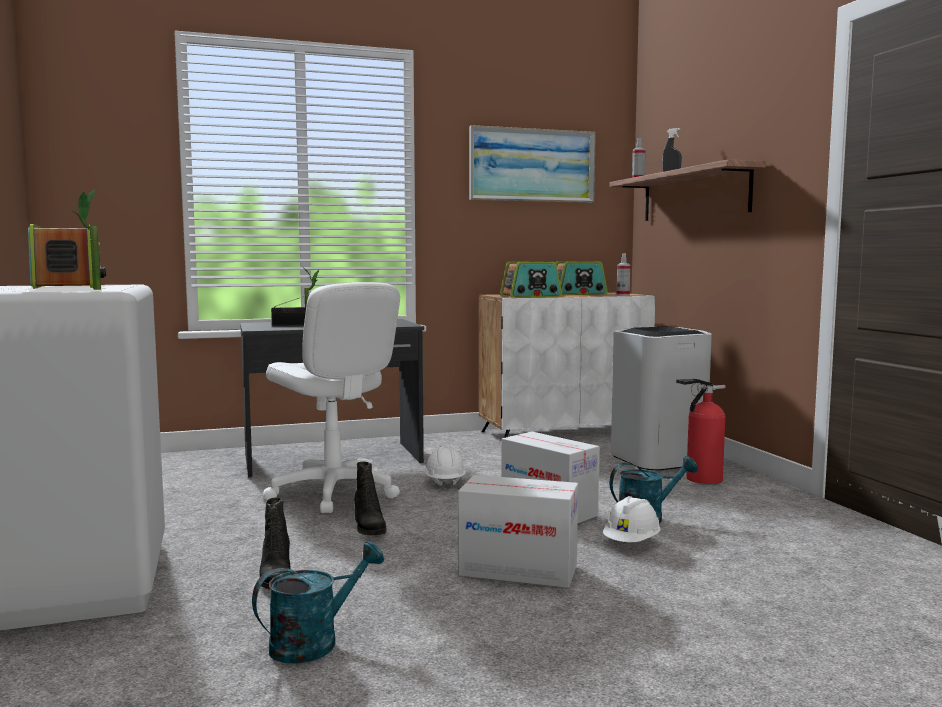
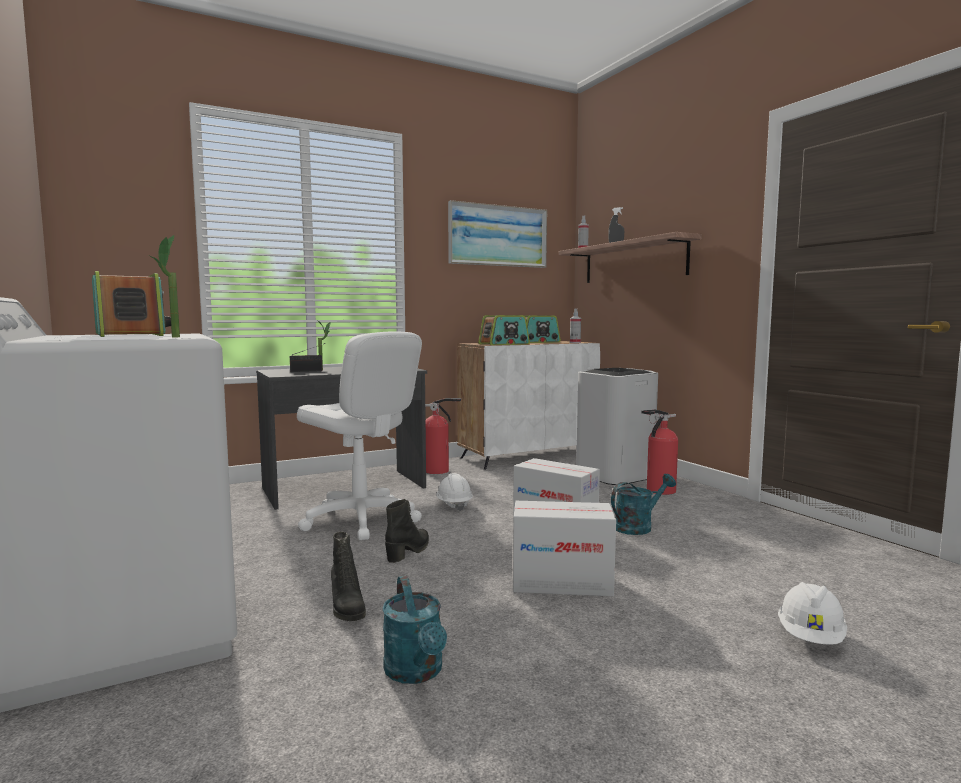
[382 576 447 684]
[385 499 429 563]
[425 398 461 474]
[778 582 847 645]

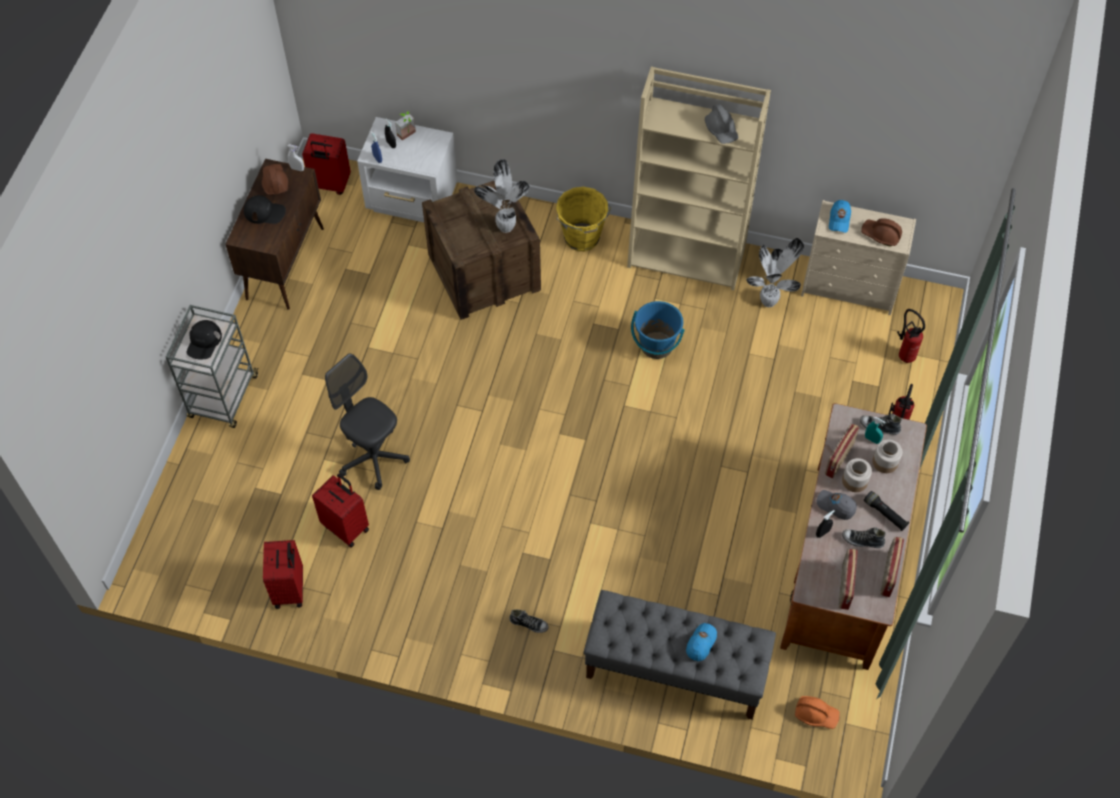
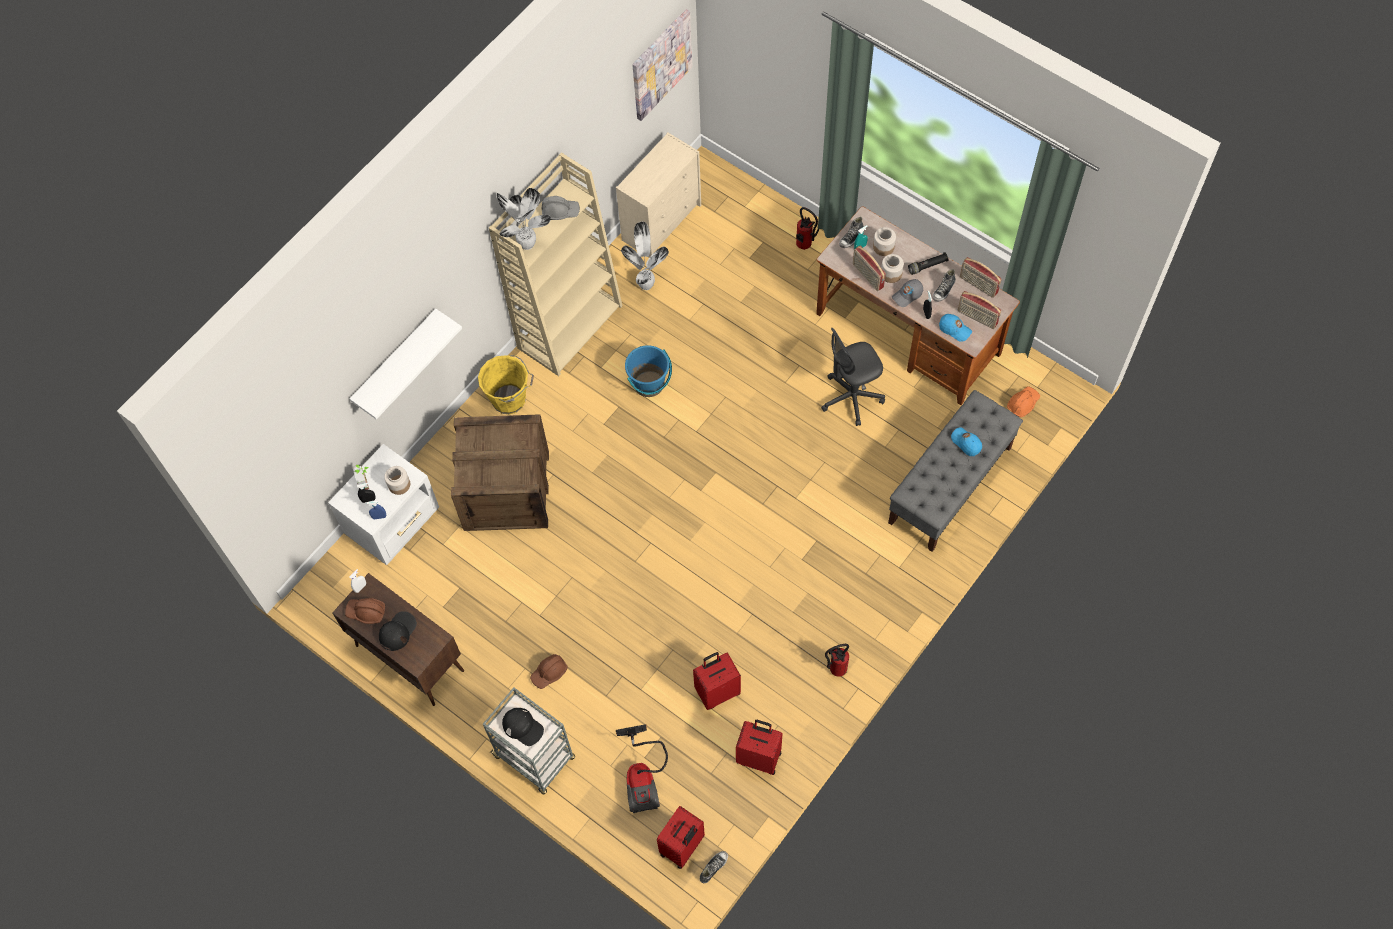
[350 309 462 419]
[384 466 410 495]
[497 188 551 250]
[530 654 568 689]
[616 724 668 813]
[632 9 692 121]
[657 806 705 869]
[700 851 728 883]
[821 328 885 426]
[825 644 849 677]
[939 314 972 342]

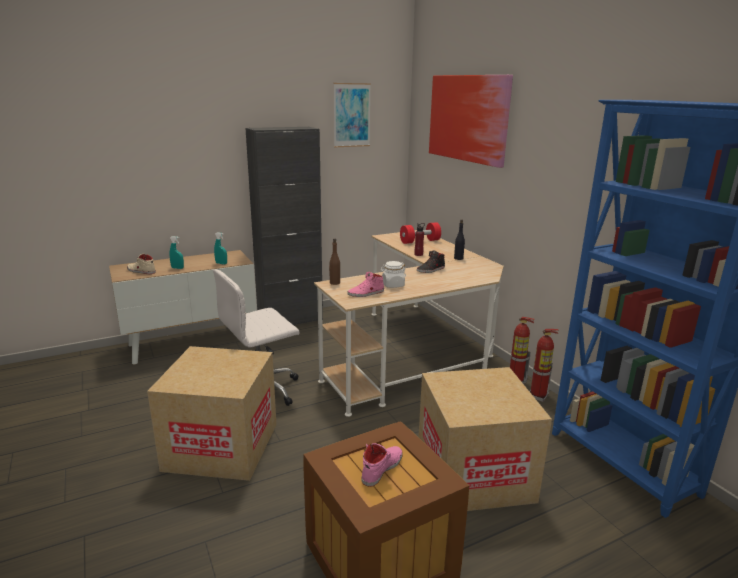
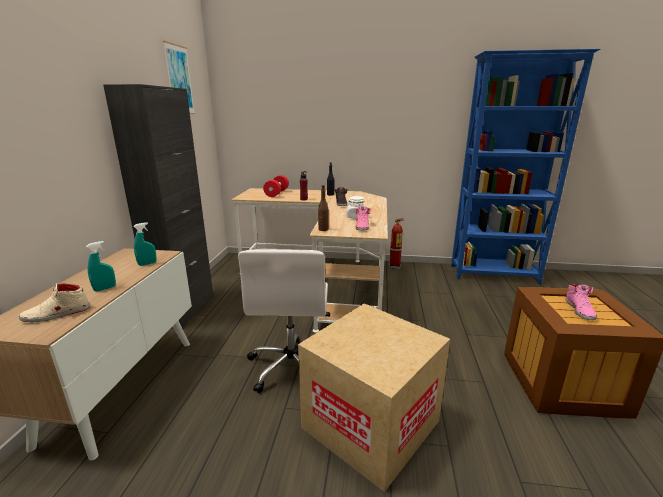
[565 284 597 320]
[419 367 552 511] (first image)
[429 75 513 168] (first image)
[529 329 559 402] (first image)

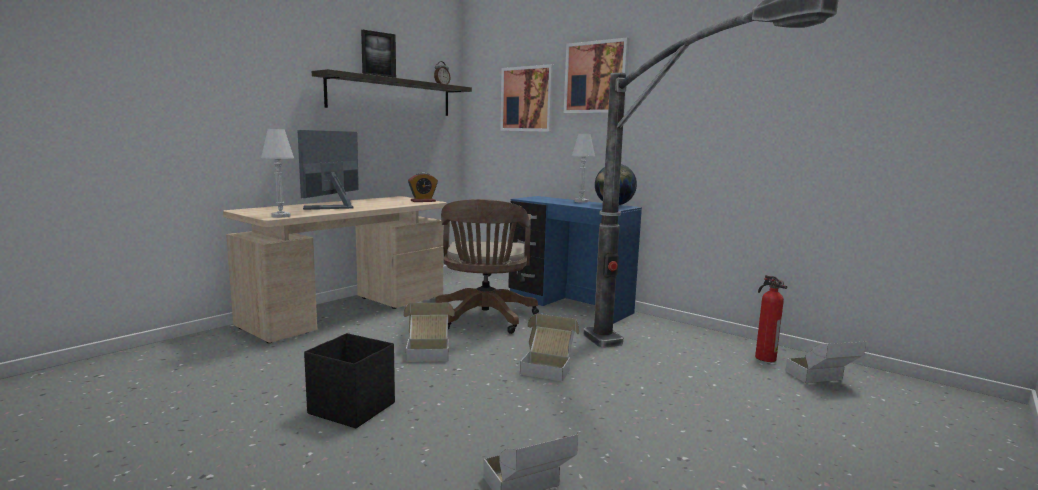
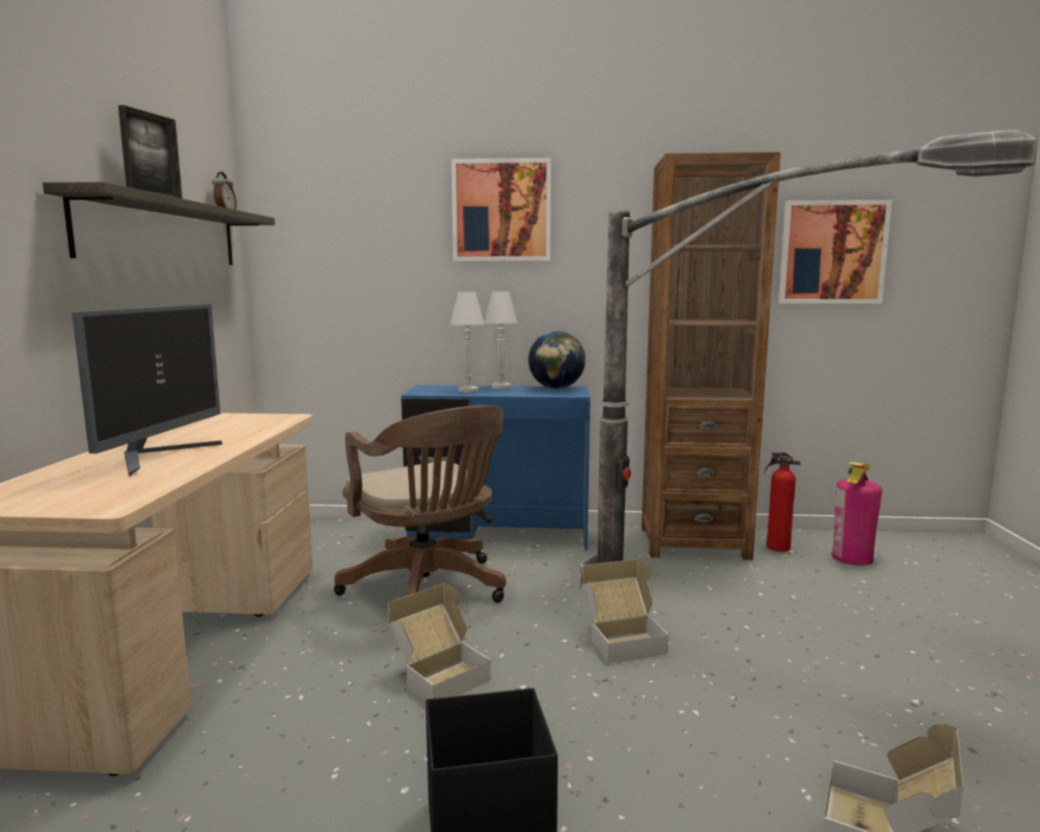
[72 304 222 477]
[450 291 485 393]
[641 152 781 560]
[778 200 892 304]
[832 462 882 566]
[408 172 438 202] (first image)

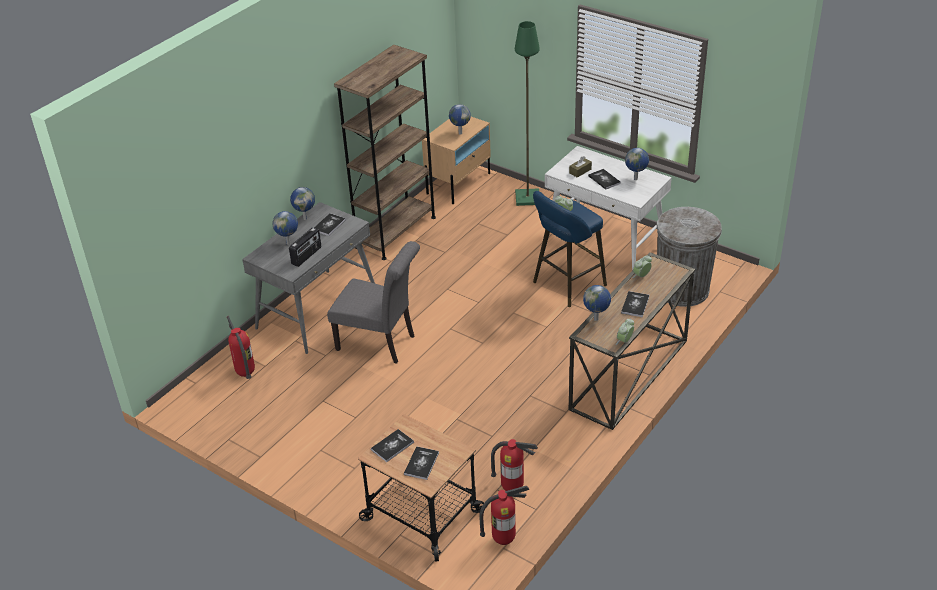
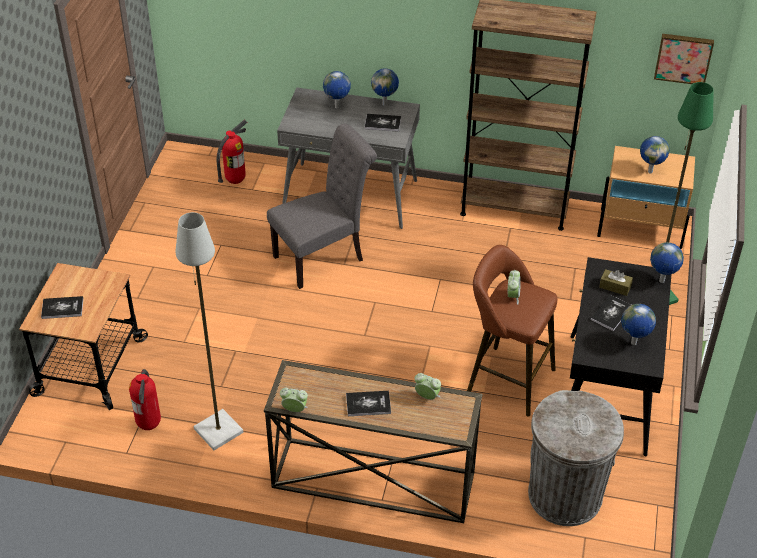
[176 212 243 450]
[267 124 377 289]
[467 245 558 417]
[570 257 671 456]
[650 242 684 283]
[654 34 714 84]
[289 227 321 267] (first image)
[371 429 414 462] (first image)
[479 486 529 545] (first image)

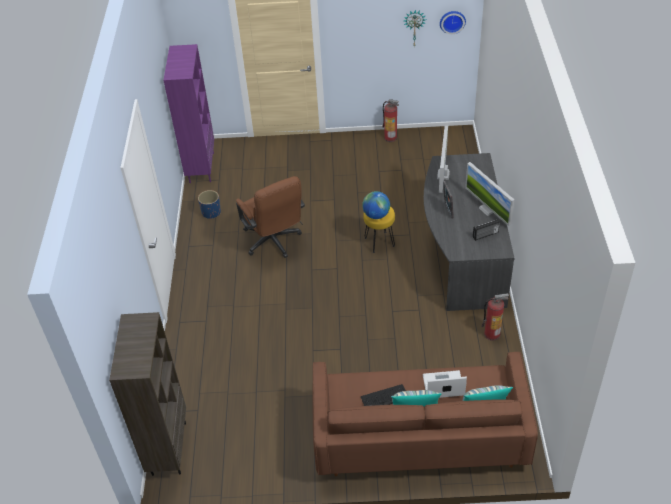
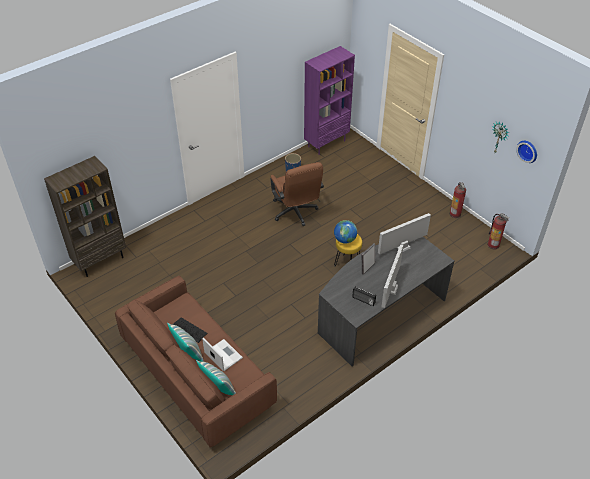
[270 162 324 226]
[487 213 510 250]

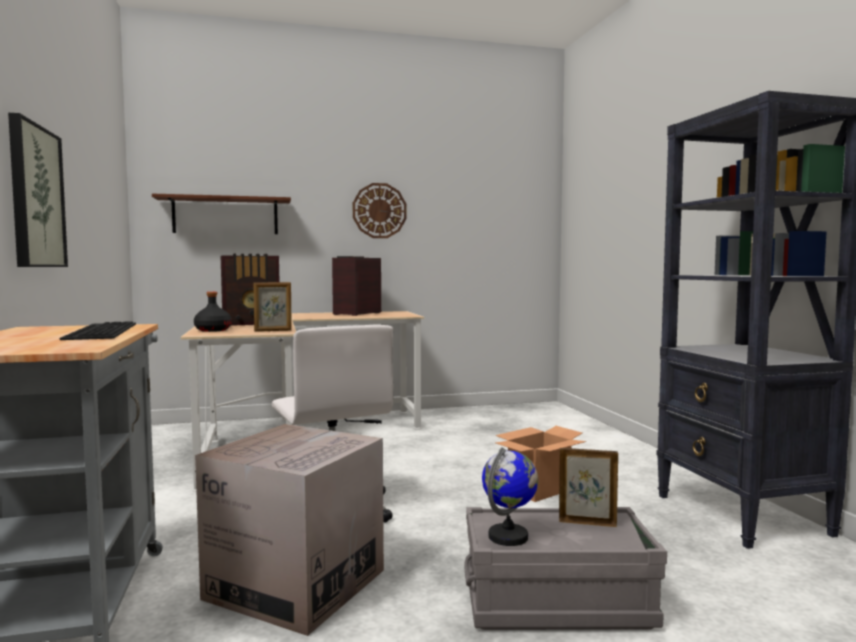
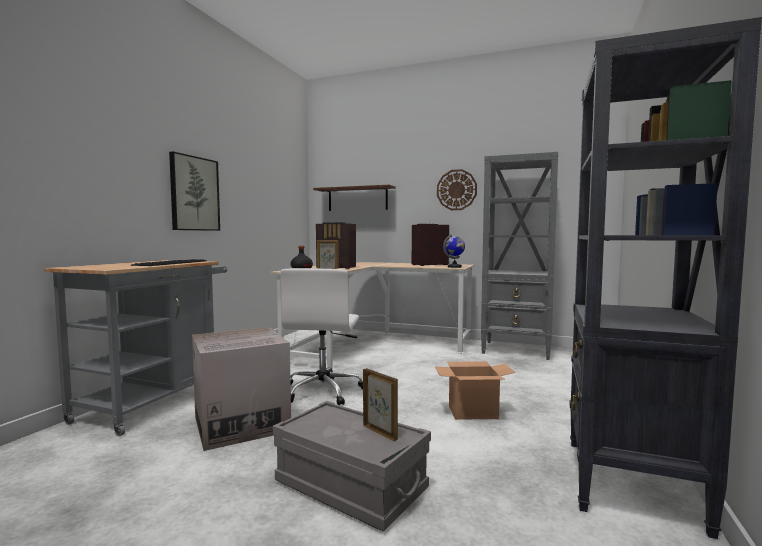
[443 234 465 268]
[481 152 558 360]

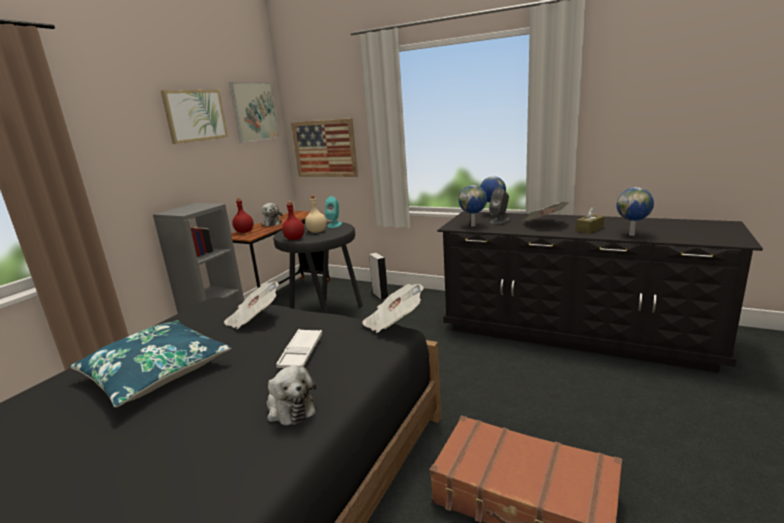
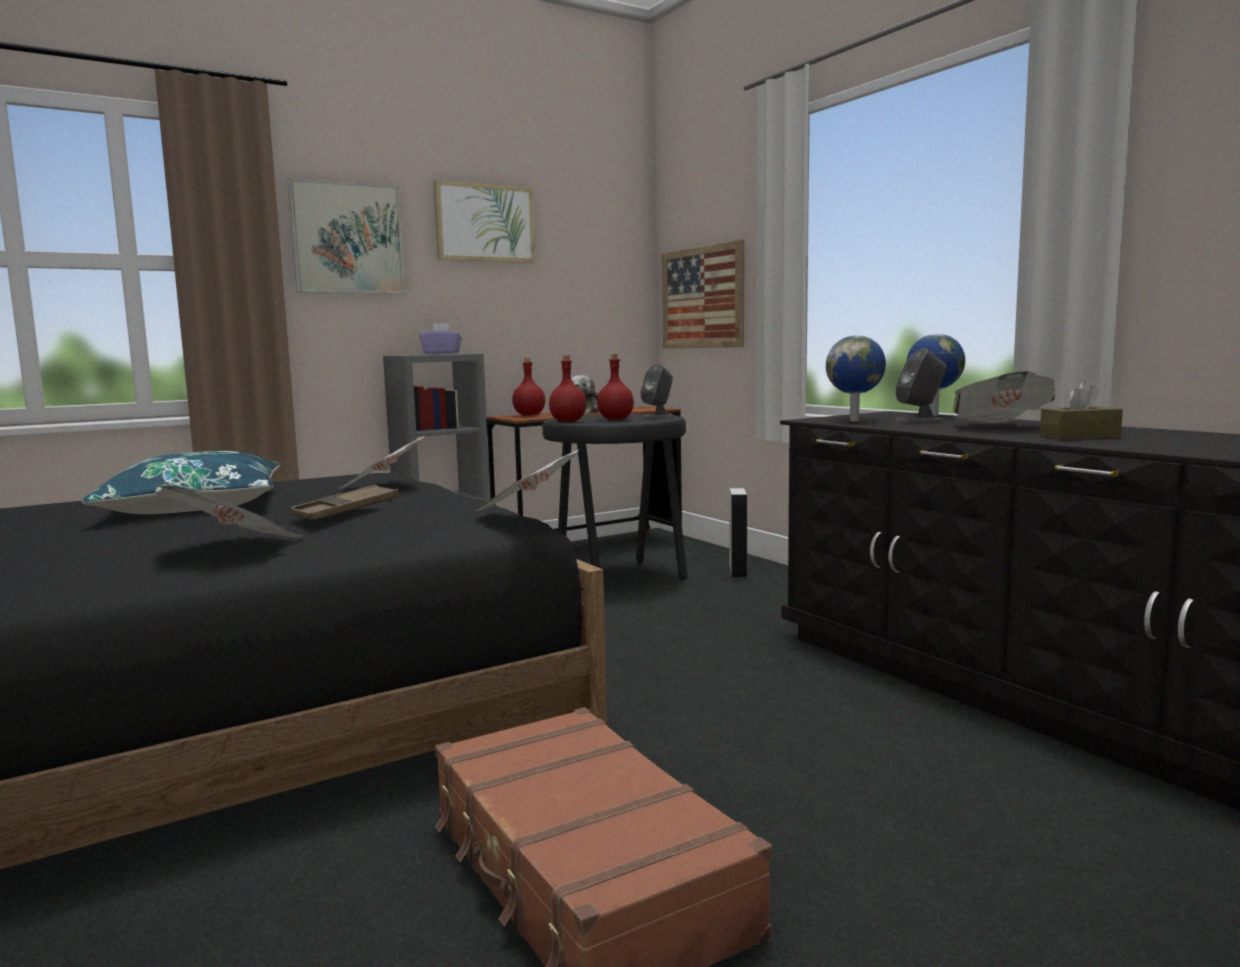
[156 485 304 537]
[287 178 405 294]
[290 485 399 520]
[419 323 462 354]
[597 354 634 420]
[641 364 674 418]
[617 187 654 236] (first image)

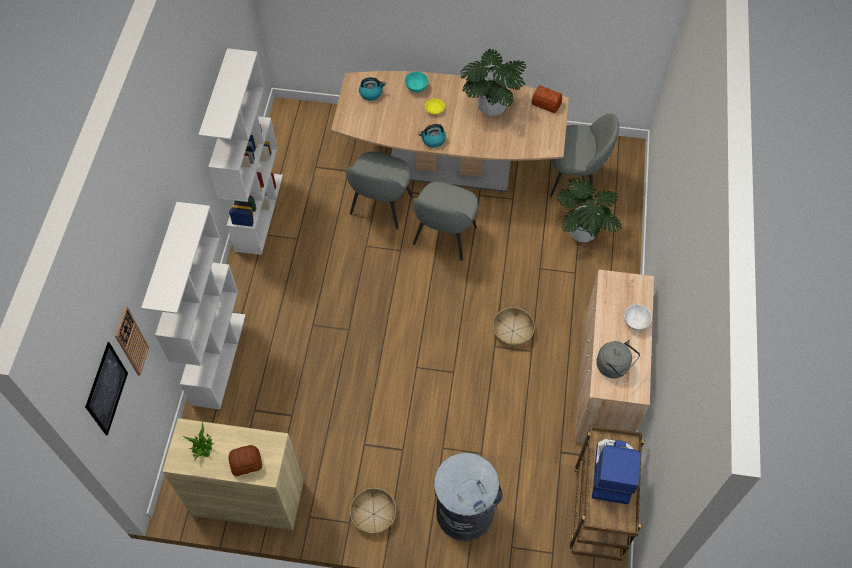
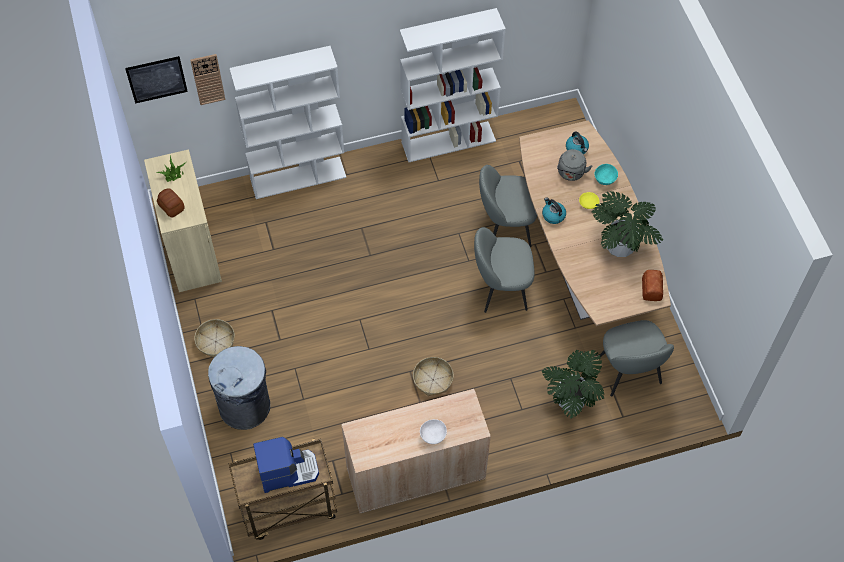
[557 149 592 181]

